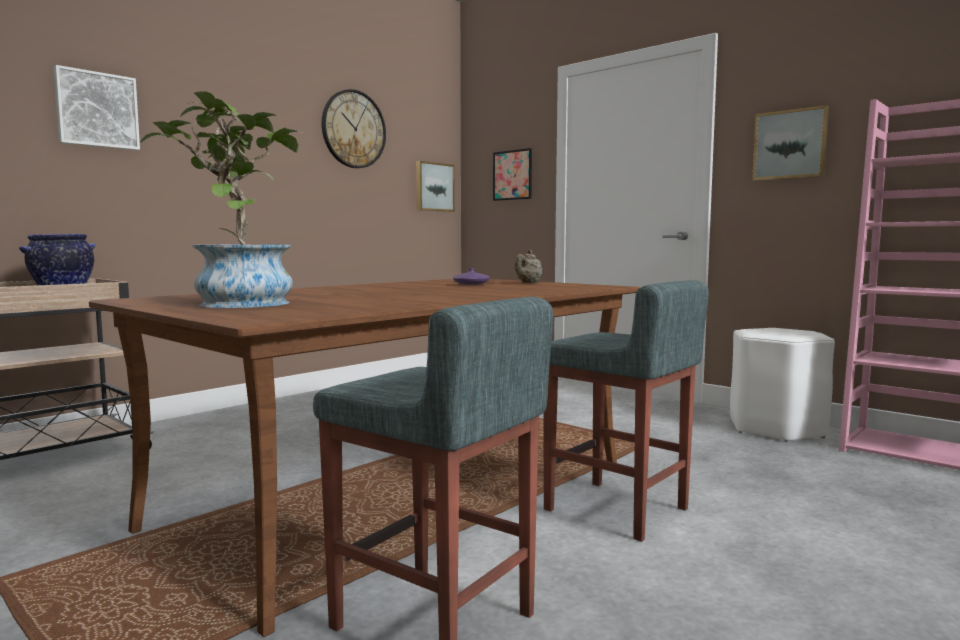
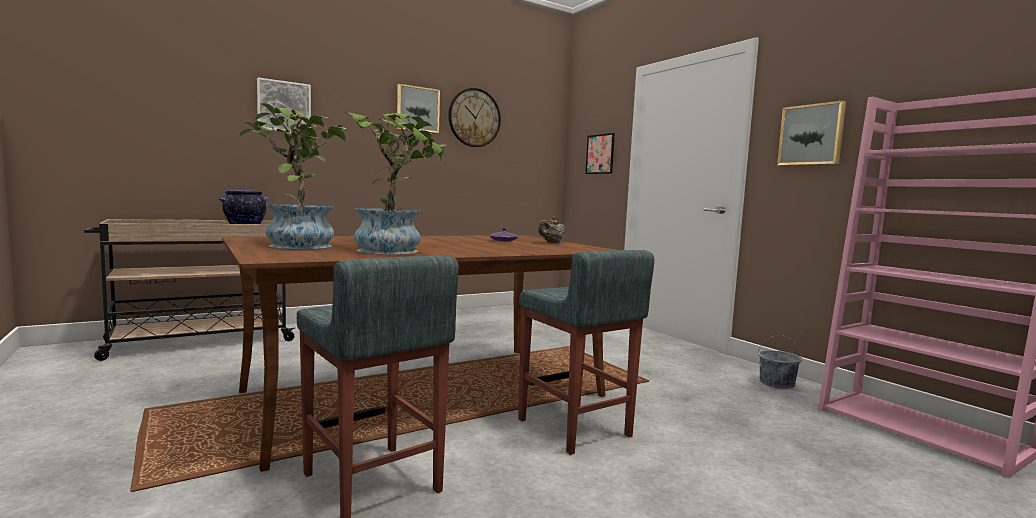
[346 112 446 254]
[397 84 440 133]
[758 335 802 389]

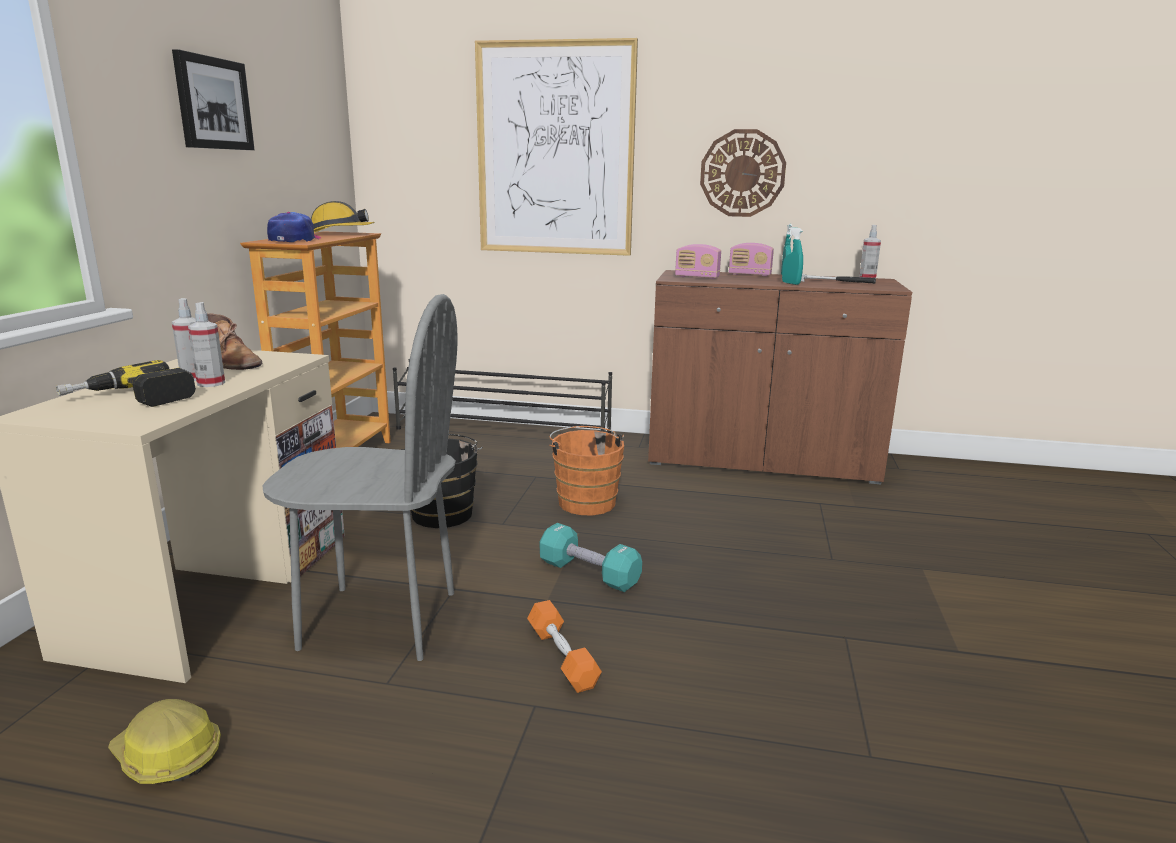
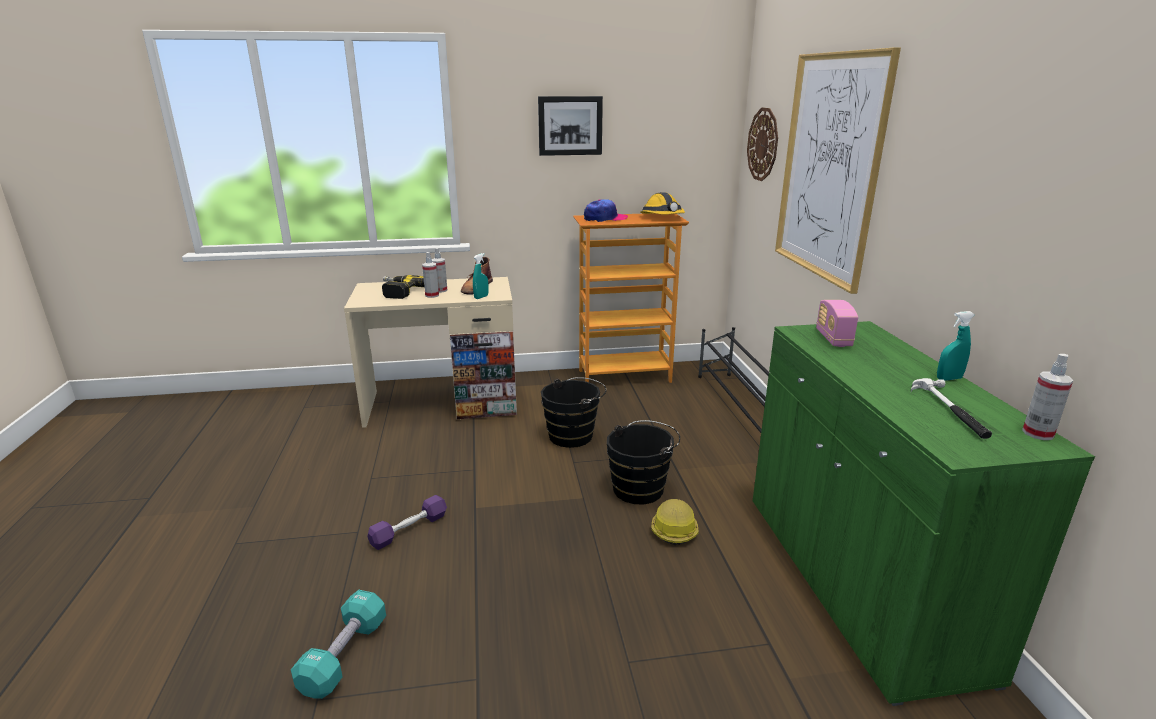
[291 590 386 699]
[368 495 447 550]
[473 253 489 299]
[607 420 680 504]
[651 499 699 545]
[747 108 778 181]
[753 321 1095 706]
[262 294 458 661] (first image)
[729 243 774 276] (first image)

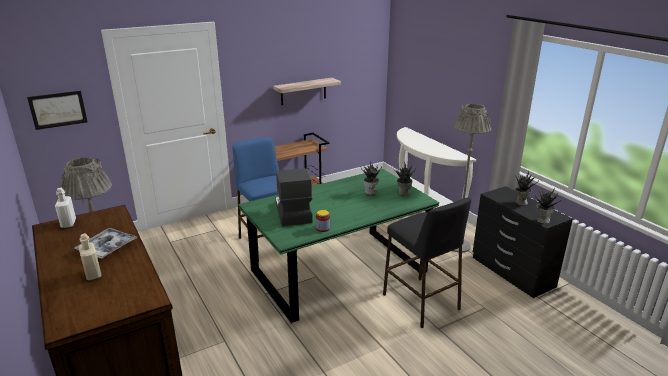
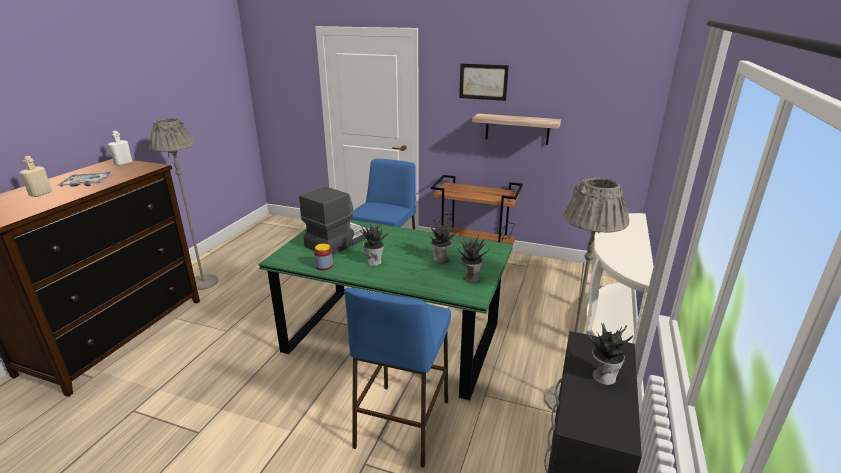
[344 288 451 468]
[360 221 390 266]
[459 64 509 101]

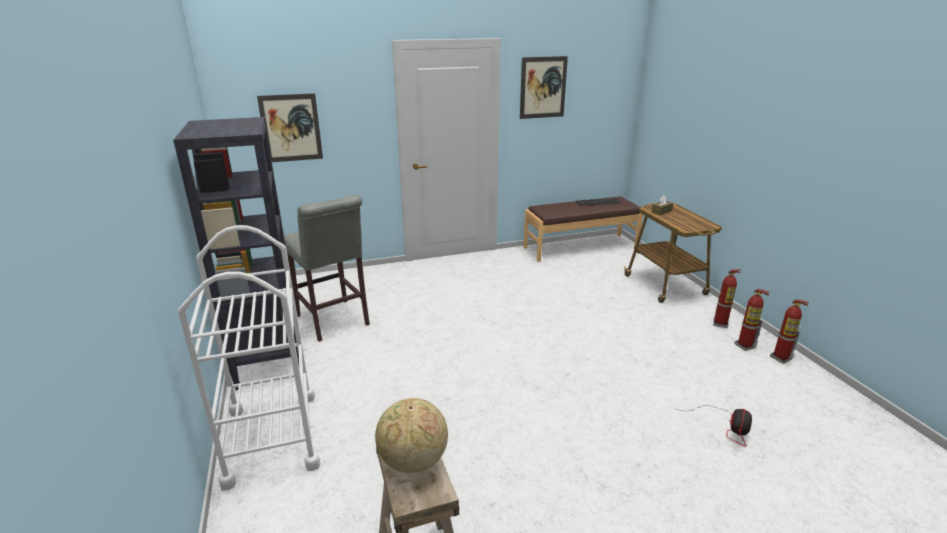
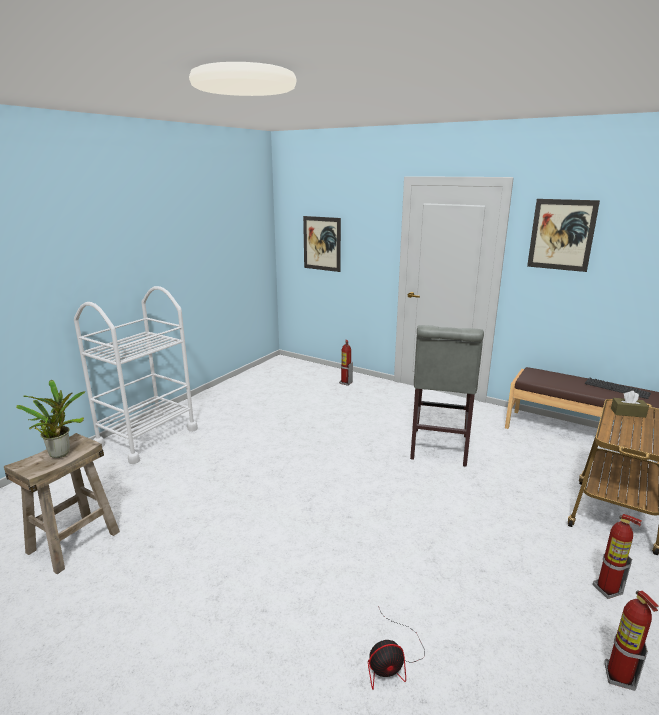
[16 380 85 458]
[339 340 353 386]
[410 325 484 467]
[173 117 299 390] (first image)

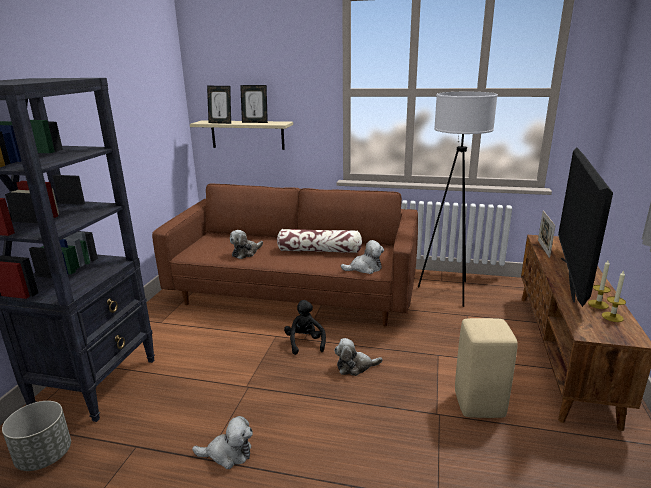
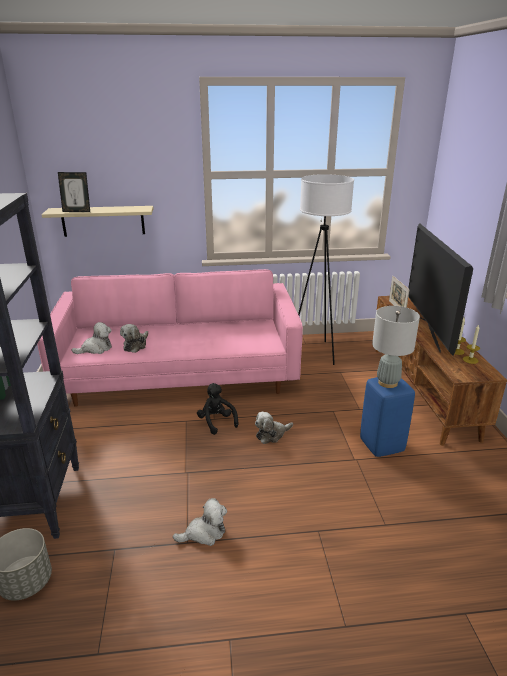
[37 269 303 407]
[72 322 112 354]
[360 377 415 457]
[372 306 420 388]
[240 85 268 123] (first image)
[277 229 362 253] (first image)

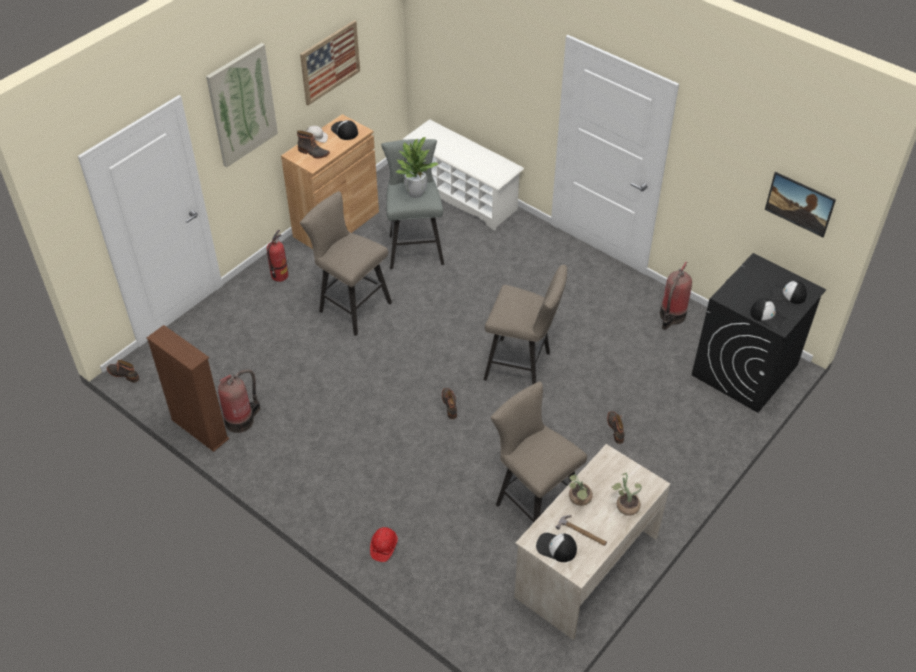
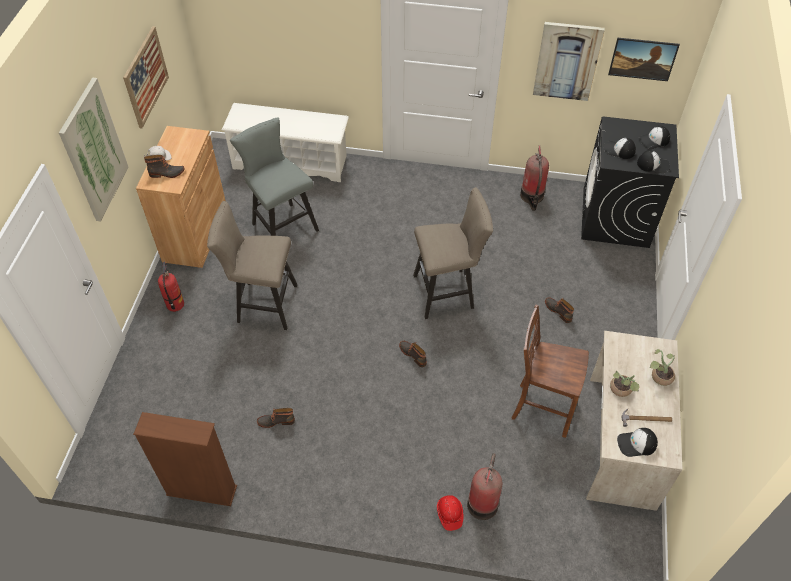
[257 408 295 428]
[467 453 502 520]
[512 305 589 438]
[533 22 605 101]
[603 138 636 159]
[395 137 438 198] (first image)

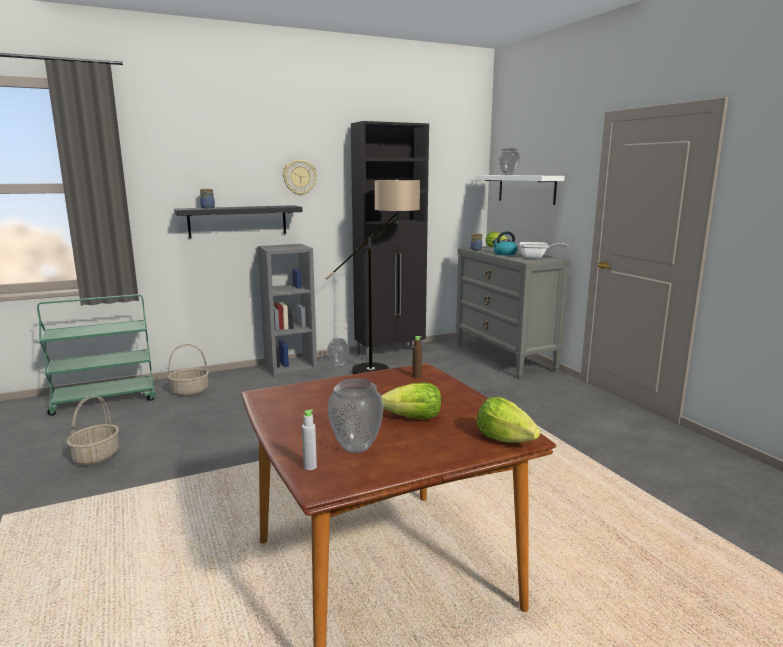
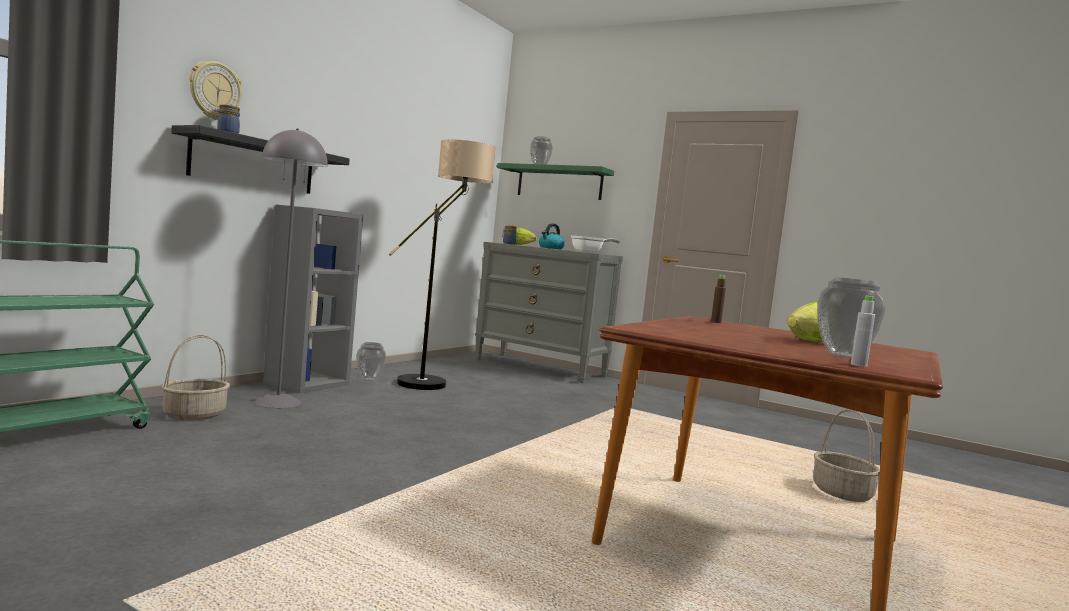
[189 61 242 120]
[254 128 327 408]
[497 163 614 200]
[813 409 880 502]
[351 121 429 361] (first image)
[477 397 540 443] (first image)

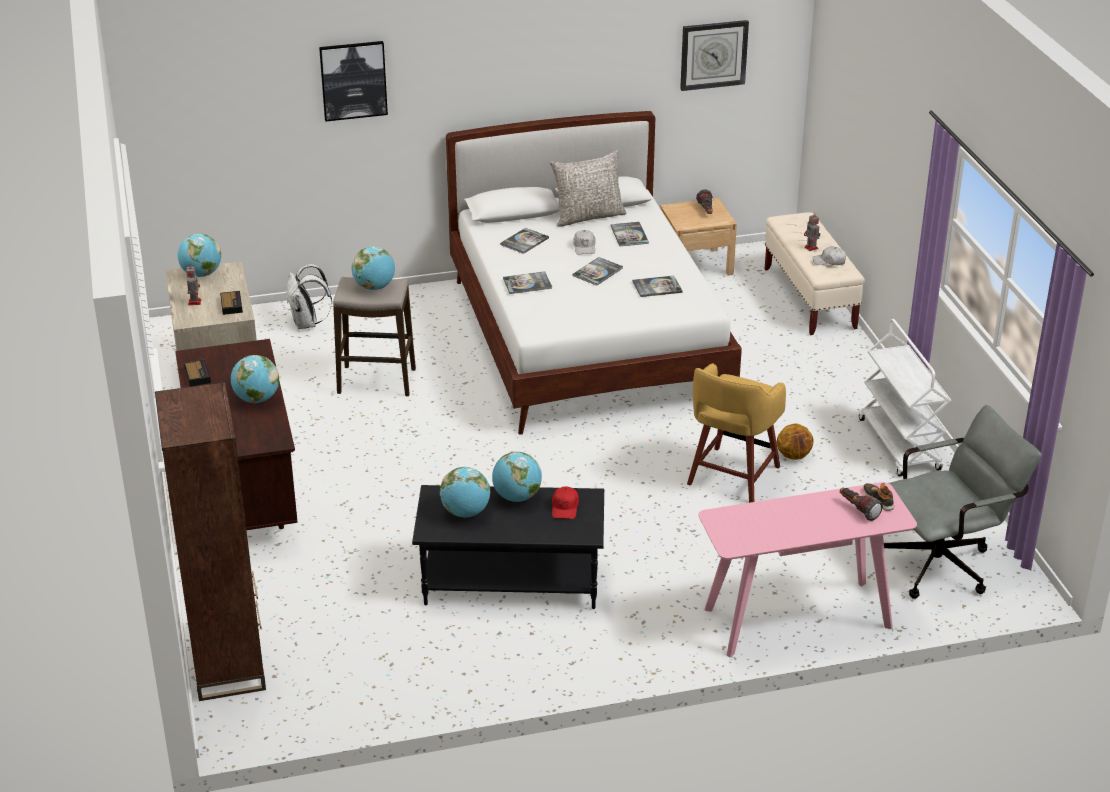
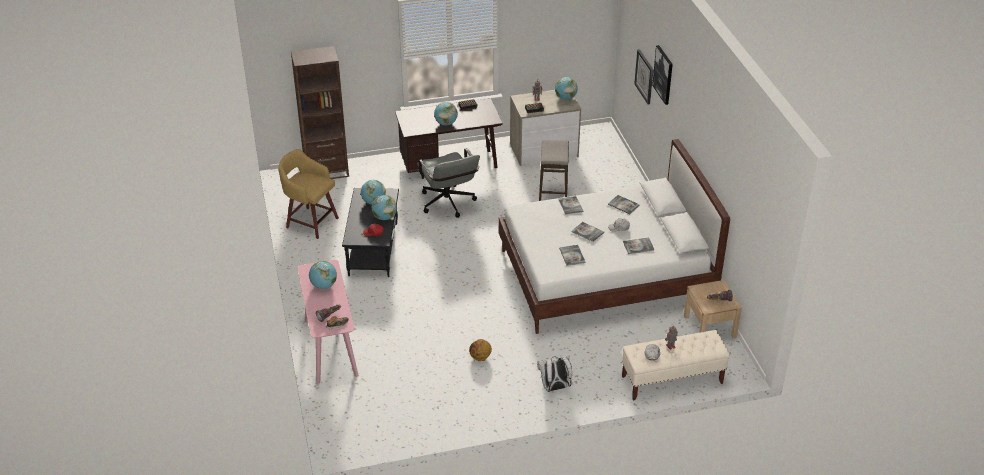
[278 149 339 239]
[309 261 337 289]
[417 148 480 218]
[537 356 572 392]
[634 49 653 105]
[550 150 627 227] (first image)
[859 319 951 477] (first image)

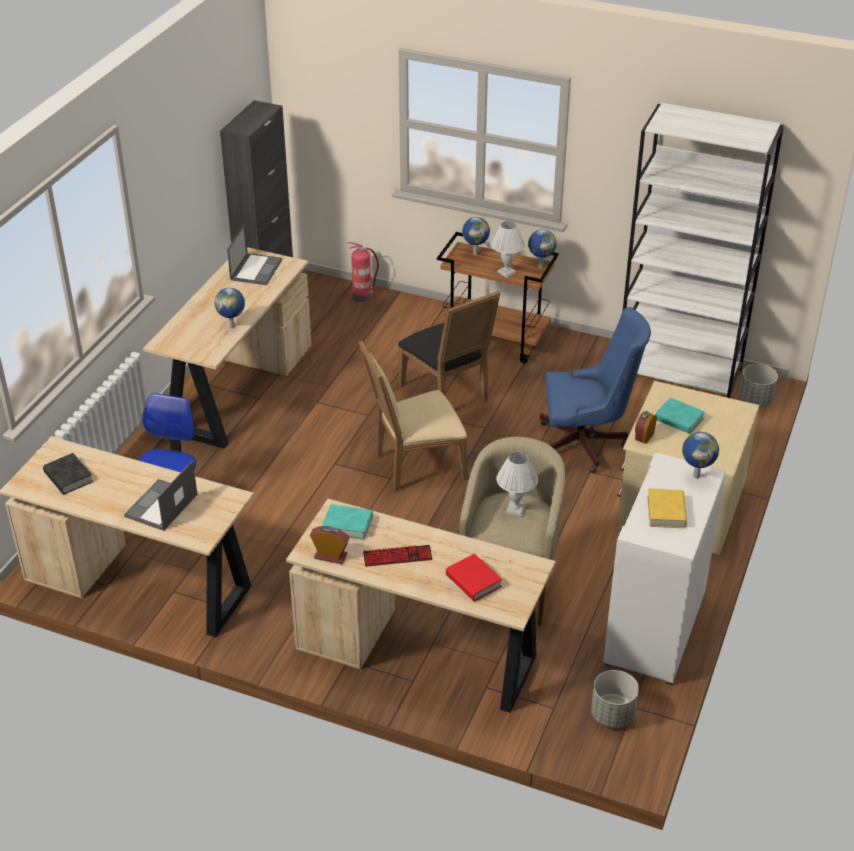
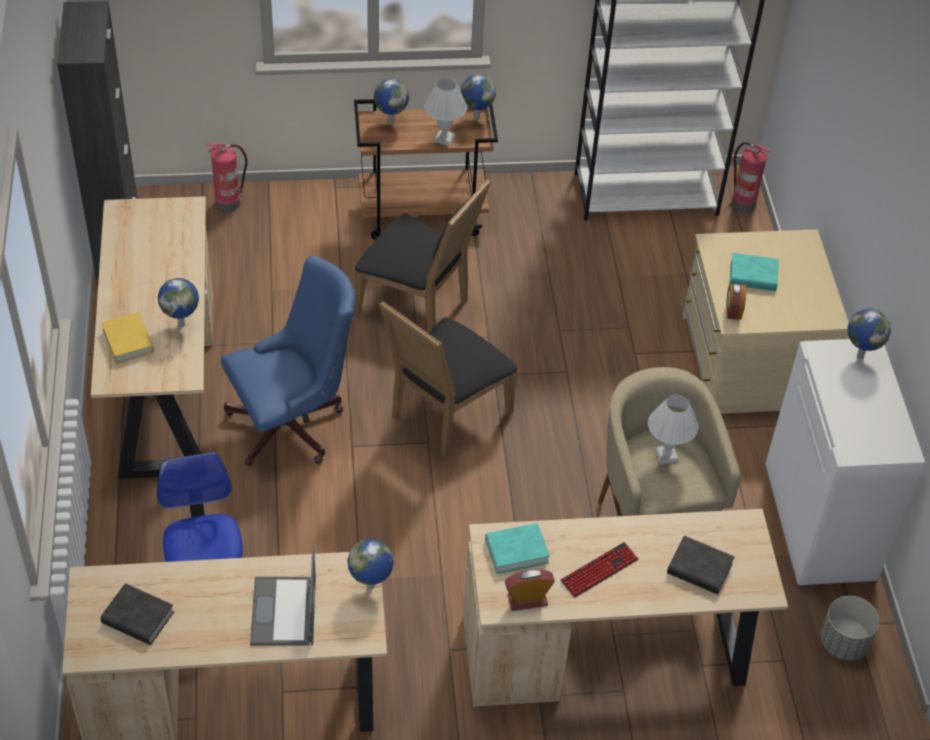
[101 312 154 364]
[221 255 355 466]
[347 539 394 590]
[379 301 517 457]
[667 536 734 595]
[732 142 771 212]
[227 224 282 285] (first image)

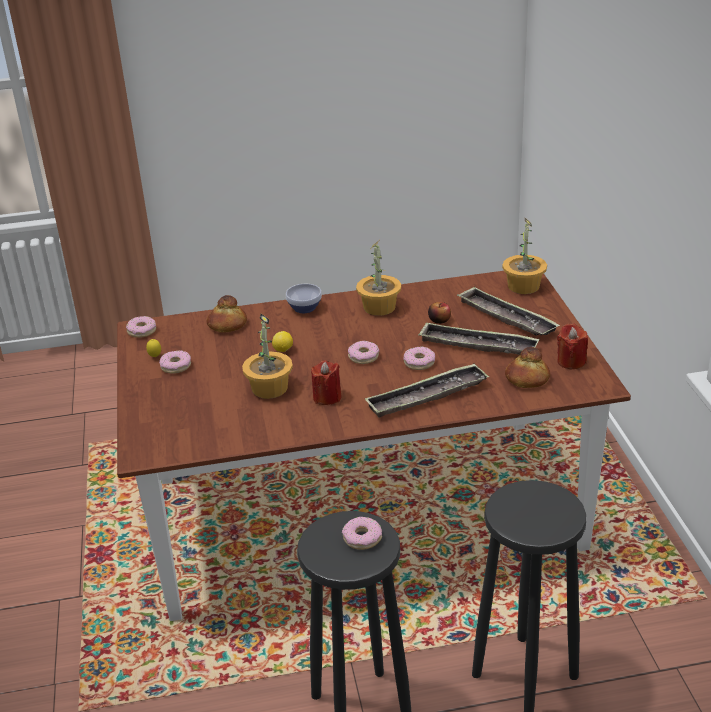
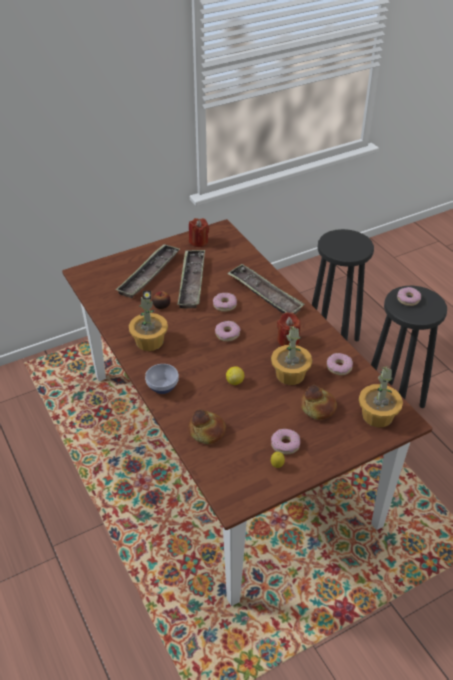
[301 385 337 420]
[327 353 353 376]
[359 366 403 427]

